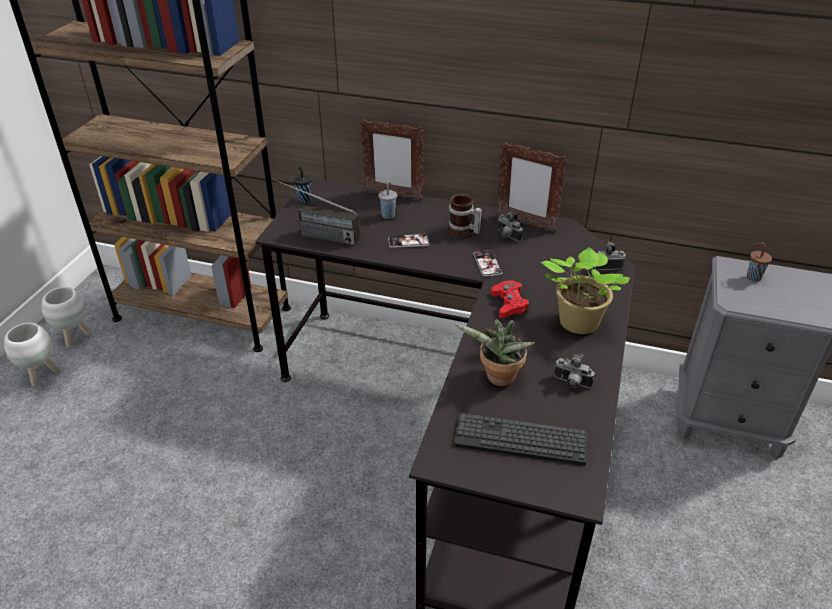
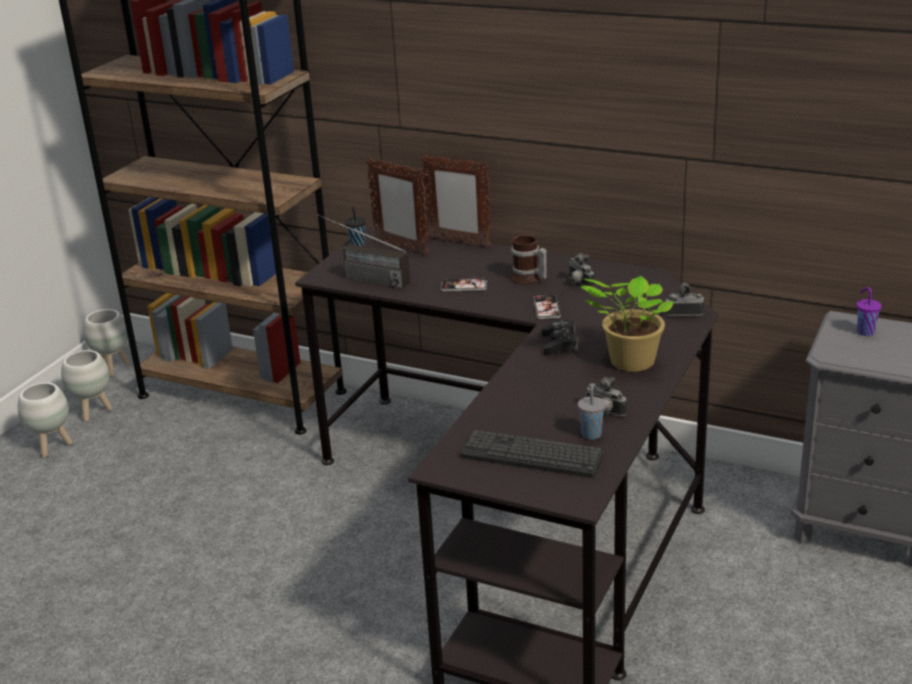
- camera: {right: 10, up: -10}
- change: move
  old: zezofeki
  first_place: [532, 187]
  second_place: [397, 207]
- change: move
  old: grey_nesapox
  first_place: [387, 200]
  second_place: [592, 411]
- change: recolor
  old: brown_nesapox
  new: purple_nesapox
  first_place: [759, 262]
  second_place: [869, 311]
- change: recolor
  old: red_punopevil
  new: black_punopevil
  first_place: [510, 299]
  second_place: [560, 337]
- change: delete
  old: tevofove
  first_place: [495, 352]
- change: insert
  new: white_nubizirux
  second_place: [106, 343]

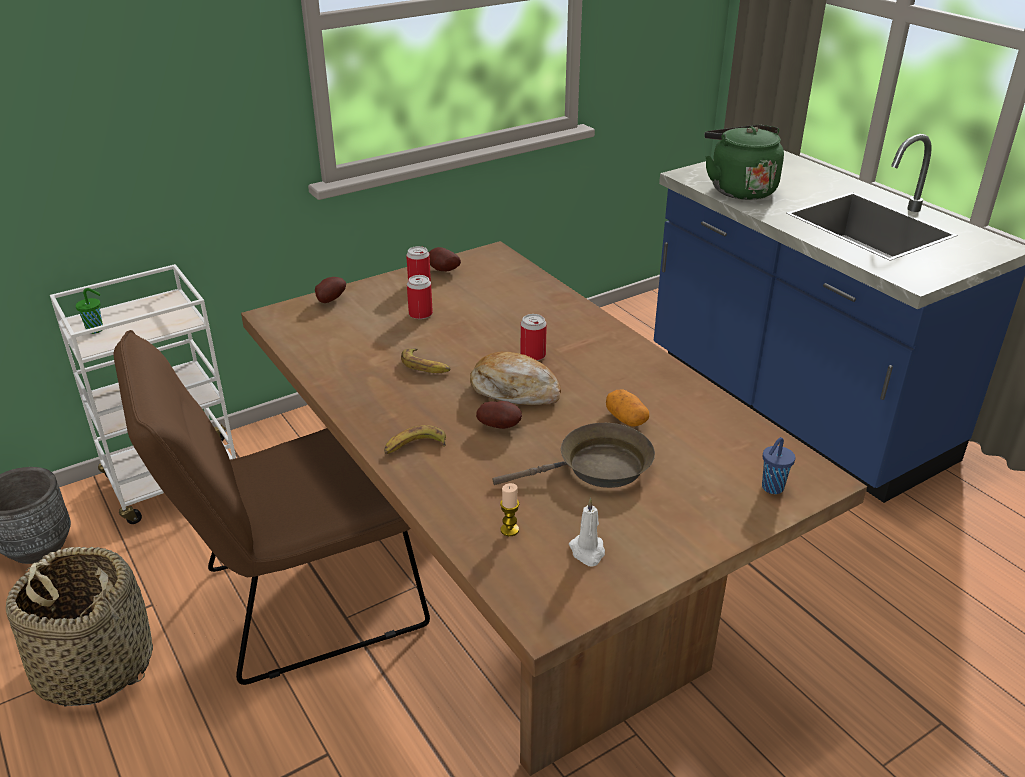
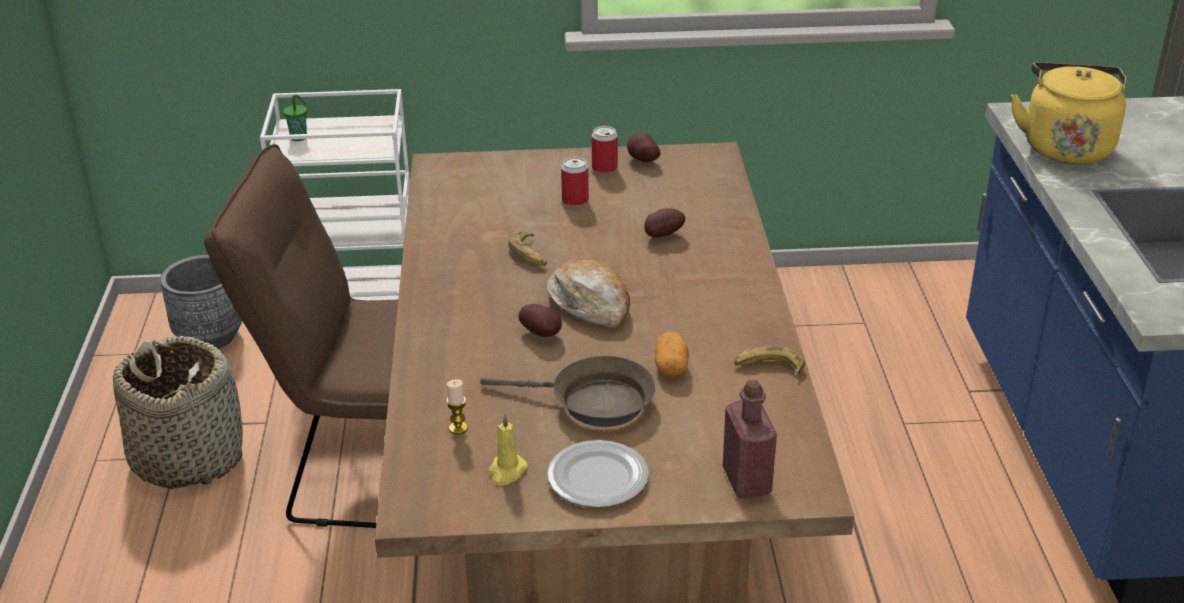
- camera: {right: 30, up: 0}
- change: recolor
  old: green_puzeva
  new: yellow_puzeva
  first_place: [744, 162]
  second_place: [1068, 113]
- change: move
  old: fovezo
  first_place: [330, 290]
  second_place: [665, 222]
- change: delete
  old: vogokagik
  first_place: [533, 337]
- change: move
  old: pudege
  first_place: [415, 439]
  second_place: [769, 360]
- change: replace
  old: blue_nesapox
  new: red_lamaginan
  first_place: [778, 465]
  second_place: [750, 439]
- change: recolor
  old: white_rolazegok
  new: yellow_rolazegok
  first_place: [587, 532]
  second_place: [508, 450]
- change: insert
  new: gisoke
  second_place: [598, 474]

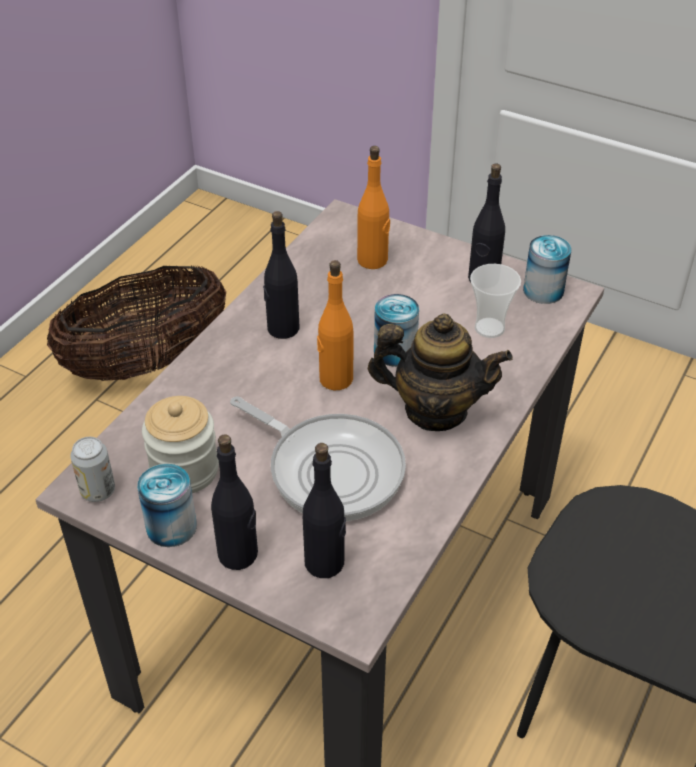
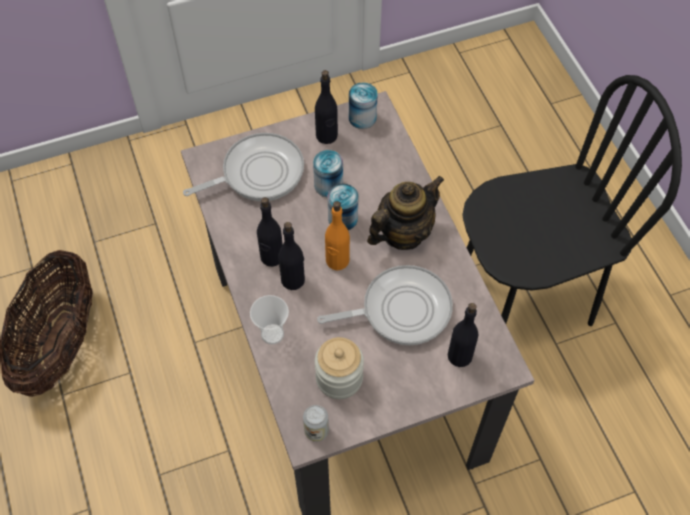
- camera: {right: -50, up: 15}
- change: replace
  old: orange_lamaginan
  new: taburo
  first_place: [373, 207]
  second_place: [243, 167]
- change: move
  old: nesapox
  first_place: [495, 301]
  second_place: [269, 320]
- change: move
  old: black_lamaginan
  first_place: [234, 502]
  second_place: [292, 256]
- change: move
  old: vogokagik
  first_place: [167, 505]
  second_place: [328, 173]

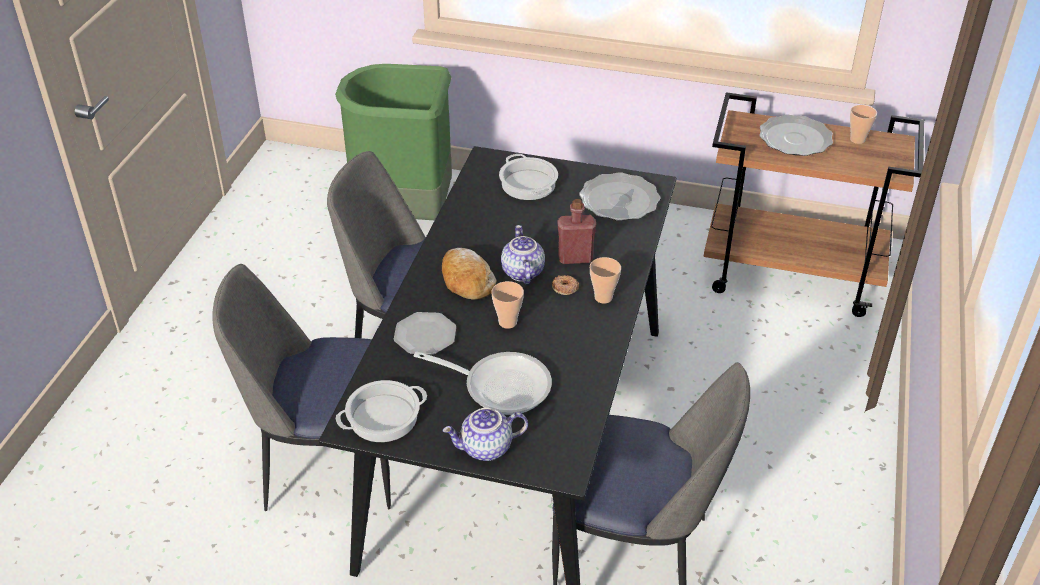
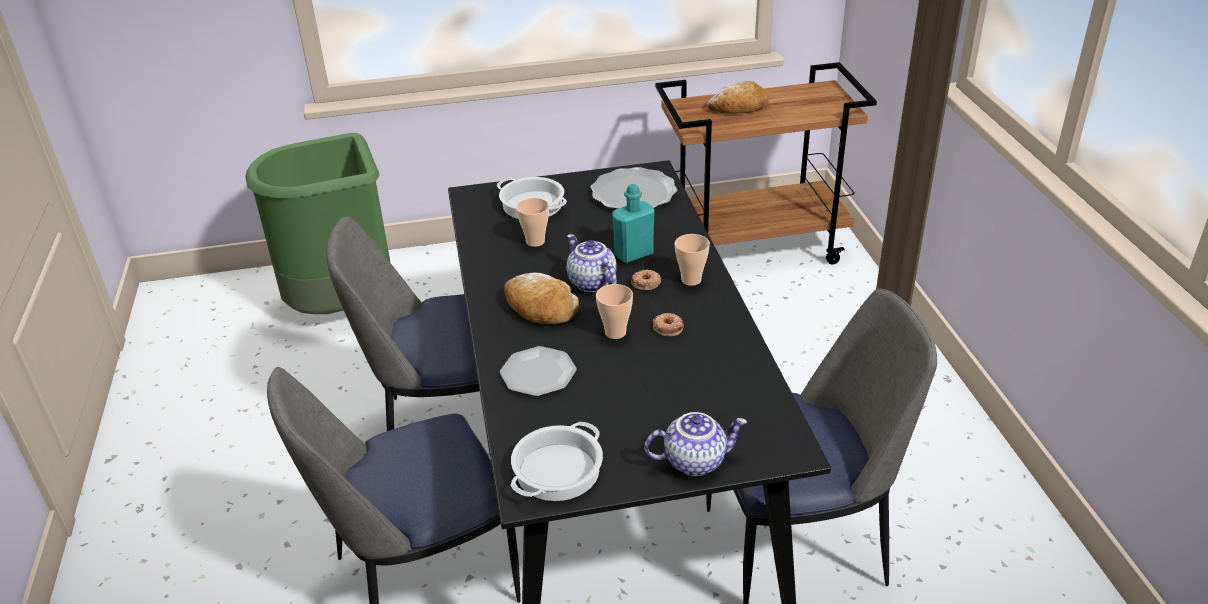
- camera: {right: -25, up: -5}
- change: move
  old: nesapox
  first_place: [863, 124]
  second_place: [532, 222]
- change: replace
  old: gisoke
  new: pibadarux
  first_place: [796, 135]
  second_place: [738, 97]
- change: recolor
  old: red_lamaginan
  new: turquoise_lamaginan
  first_place: [576, 231]
  second_place: [633, 223]
- change: delete
  old: taburo
  first_place: [483, 383]
- change: rotate
  old: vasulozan
  first_place: [485, 434]
  second_place: [695, 444]
  degrees: -150
- change: insert
  new: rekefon
  second_place: [668, 324]

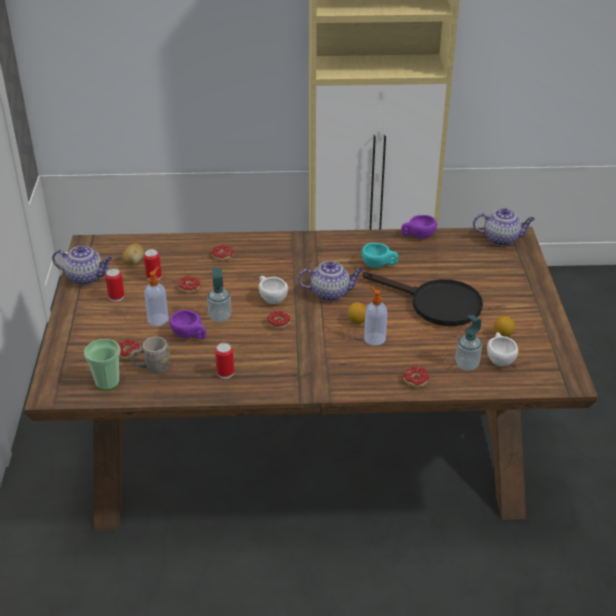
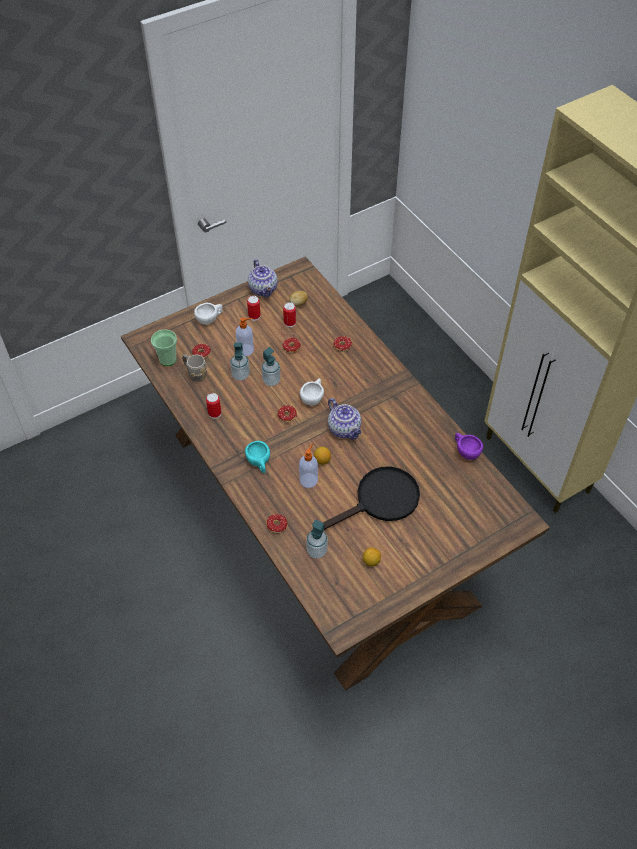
- camera: {right: 60, up: 15}
- change: delete
  old: vasulozan
  first_place: [504, 227]
- change: move
  old: turquoise_nesapox
  first_place: [380, 255]
  second_place: [257, 457]
- change: rotate
  old: black_taburo
  first_place: [423, 299]
  second_place: [371, 498]
  degrees: -120
- change: replace
  old: purple_nesapox
  new: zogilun
  first_place: [188, 324]
  second_place: [240, 362]
- change: move
  old: white_nesapox
  first_place: [502, 349]
  second_place: [208, 314]

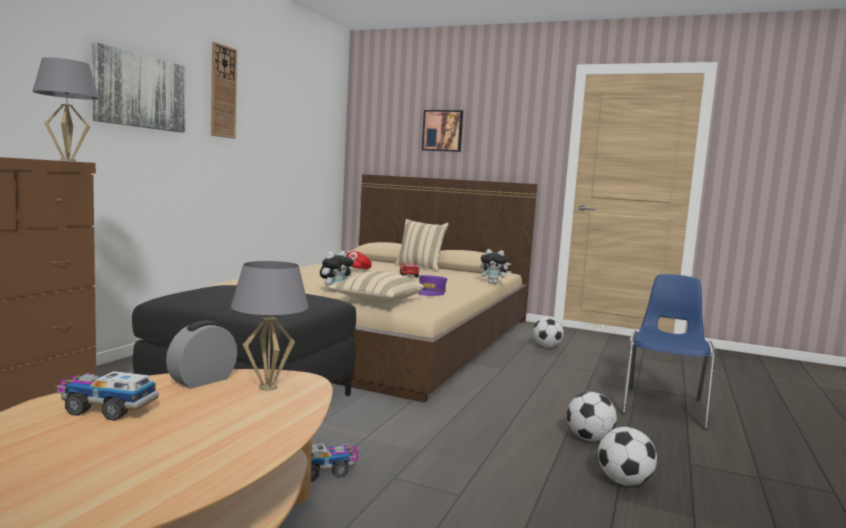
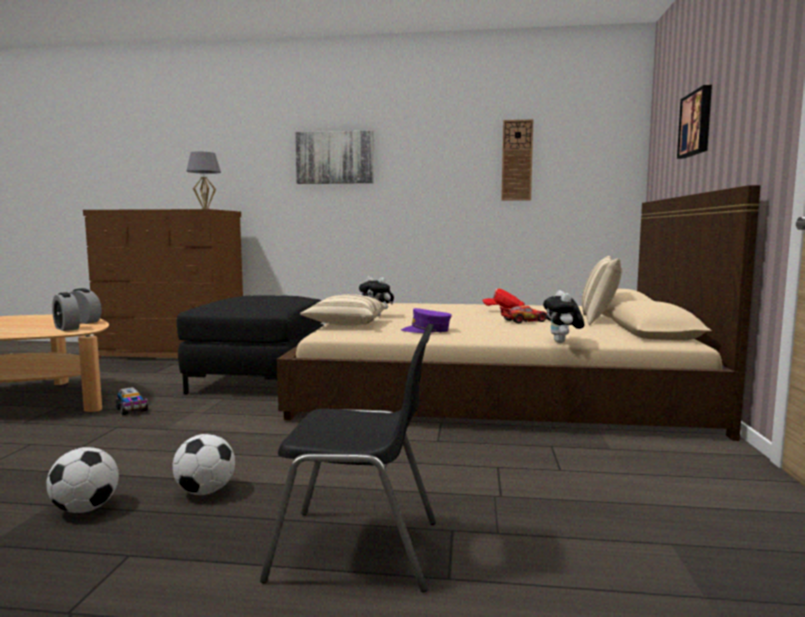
- camera: {right: 75, up: 0}
- change: move
  old: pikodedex
  first_place: [224, 90]
  second_place: [517, 160]
- change: replace
  old: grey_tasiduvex
  new: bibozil
  first_place: [270, 326]
  second_place: [66, 311]
- change: recolor
  old: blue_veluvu
  new: black_veluvu
  first_place: [668, 352]
  second_place: [348, 458]
- change: delete
  old: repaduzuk
  first_place: [548, 332]
- change: delete
  old: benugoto
  first_place: [108, 396]

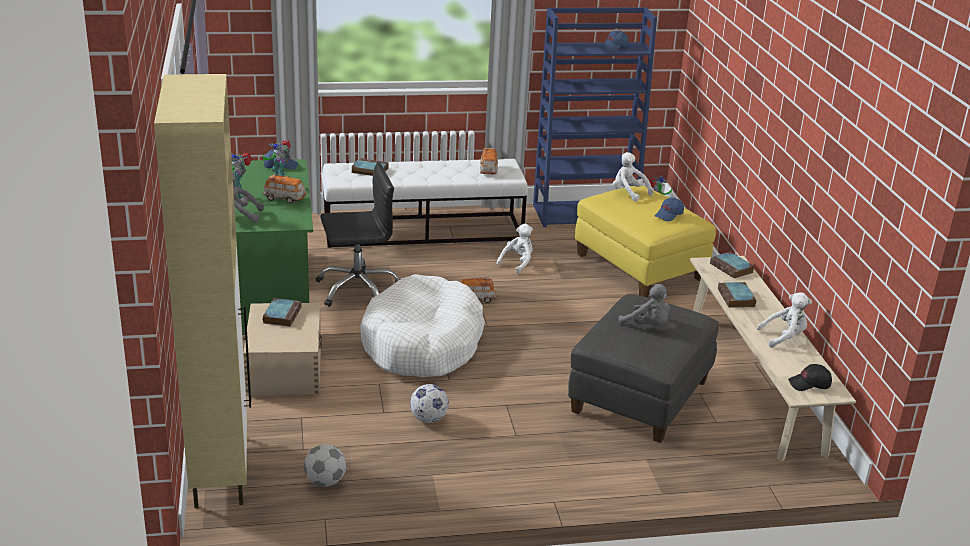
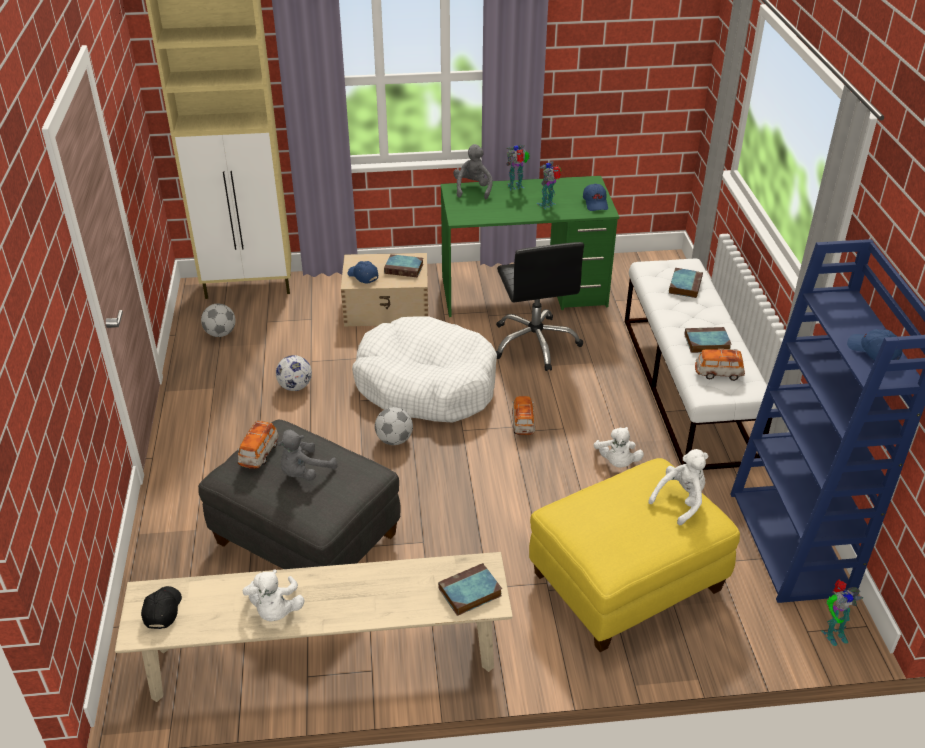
- camera: {right: 95, up: 10}
- change: move
  old: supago
  first_place: [284, 189]
  second_place: [258, 444]
- change: move
  old: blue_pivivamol
  first_place: [669, 210]
  second_place: [363, 272]
- change: rotate
  old: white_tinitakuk
  first_place: [515, 249]
  second_place: [619, 447]
  degrees: 45
- change: move
  old: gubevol
  first_place: [737, 295]
  second_place: [708, 340]
- change: insert
  new: repaduzuk
  second_place: [394, 426]

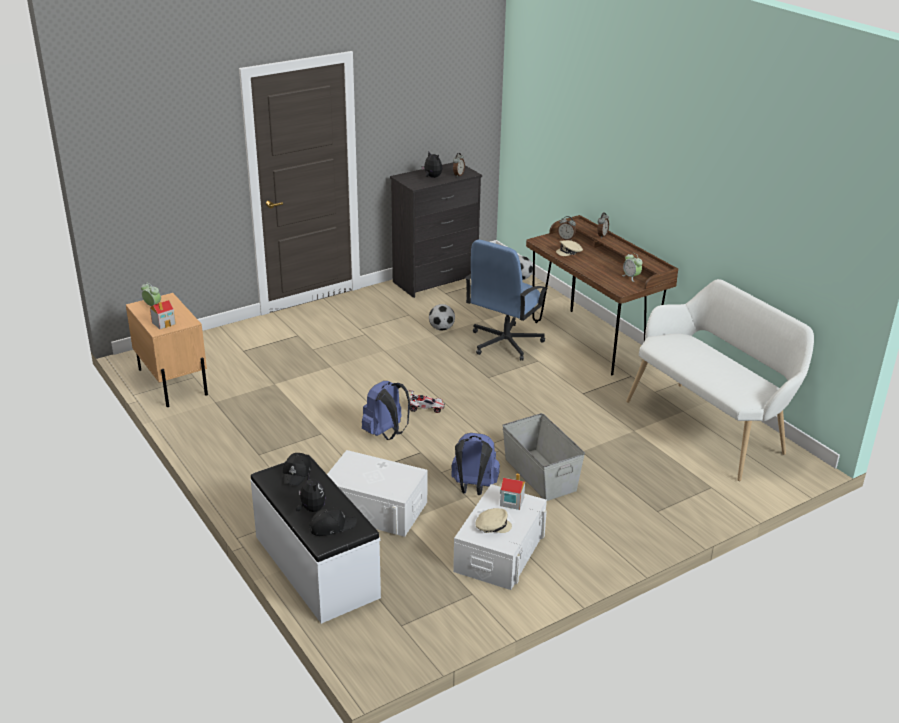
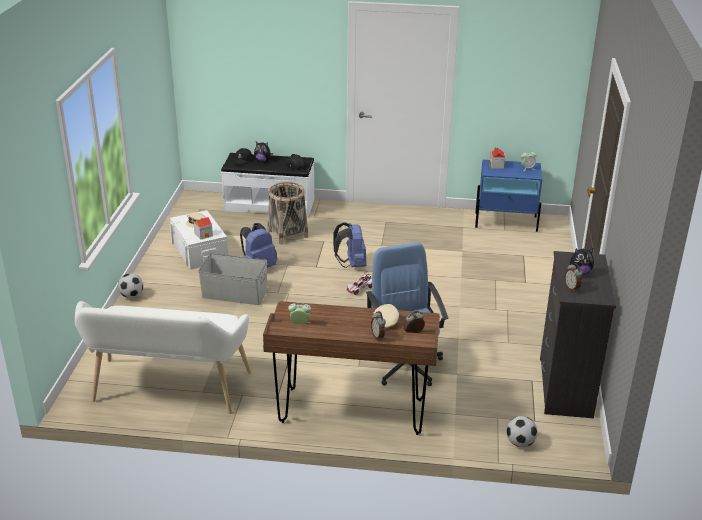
- camera: {right: 130, up: 0}
- change: recolor
  old: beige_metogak
  new: blue_metogak
  first_place: [167, 350]
  second_place: [508, 196]
- change: move
  old: repaduzuk
  first_place: [442, 317]
  second_place: [130, 285]
- change: replace
  old: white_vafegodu
  new: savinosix
  first_place: [377, 493]
  second_place: [288, 213]

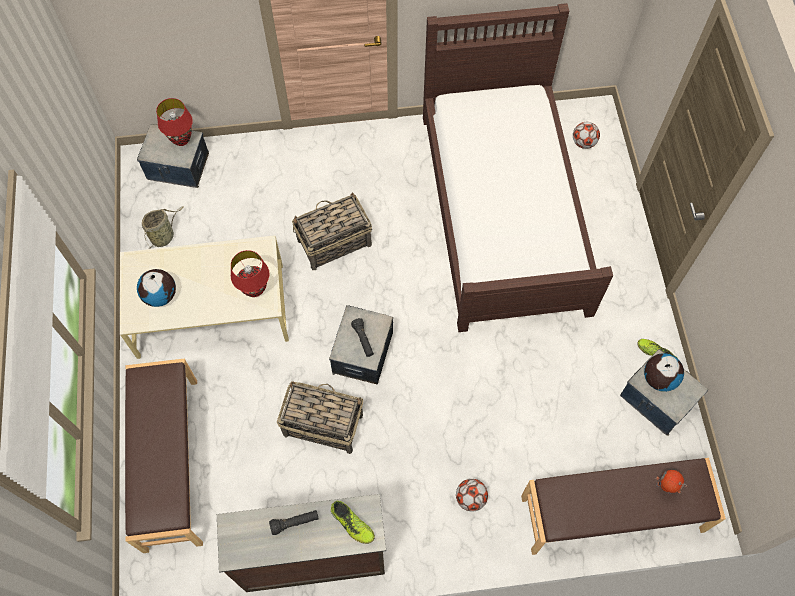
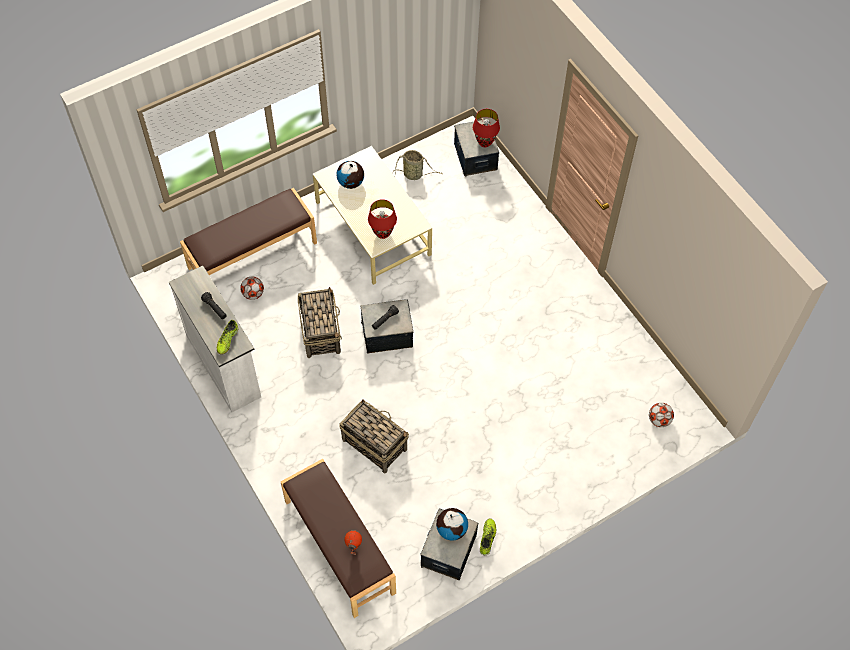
- camera: {right: 65, up: -5}
- change: delete
  old: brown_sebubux
  first_place: [518, 167]
- change: move
  old: savinosix
  first_place: [332, 231]
  second_place: [374, 436]
- change: move
  old: repaduzuk
  first_place: [472, 495]
  second_place: [252, 288]
- change: recolor
  old: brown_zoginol
  new: white_zoginol
  first_place: [301, 543]
  second_place: [215, 339]

